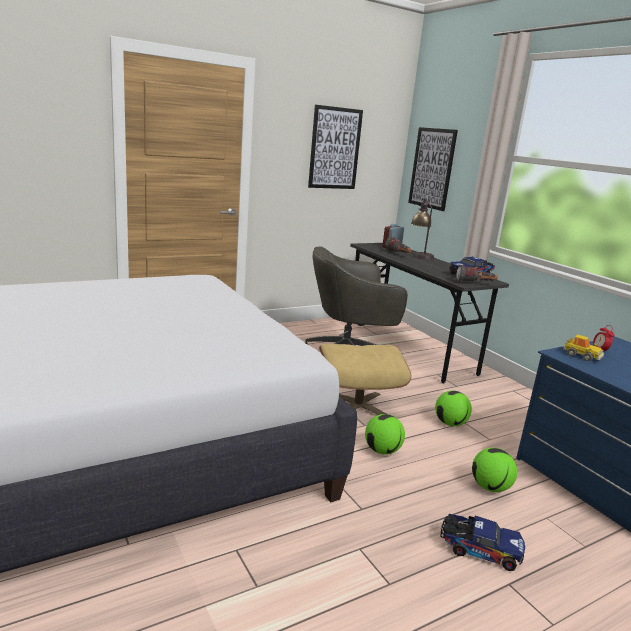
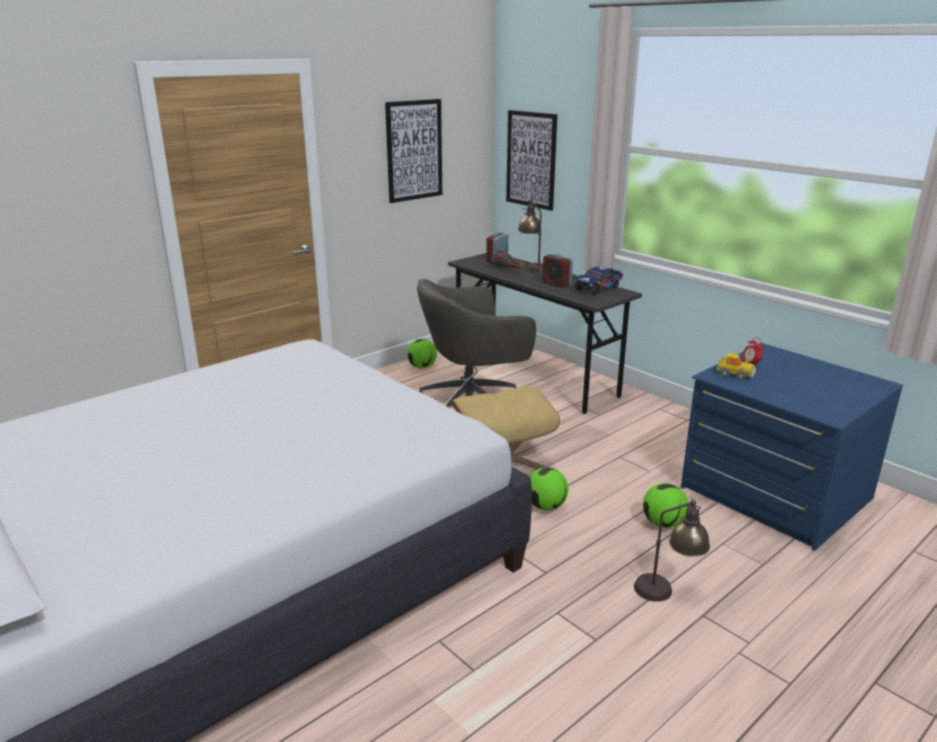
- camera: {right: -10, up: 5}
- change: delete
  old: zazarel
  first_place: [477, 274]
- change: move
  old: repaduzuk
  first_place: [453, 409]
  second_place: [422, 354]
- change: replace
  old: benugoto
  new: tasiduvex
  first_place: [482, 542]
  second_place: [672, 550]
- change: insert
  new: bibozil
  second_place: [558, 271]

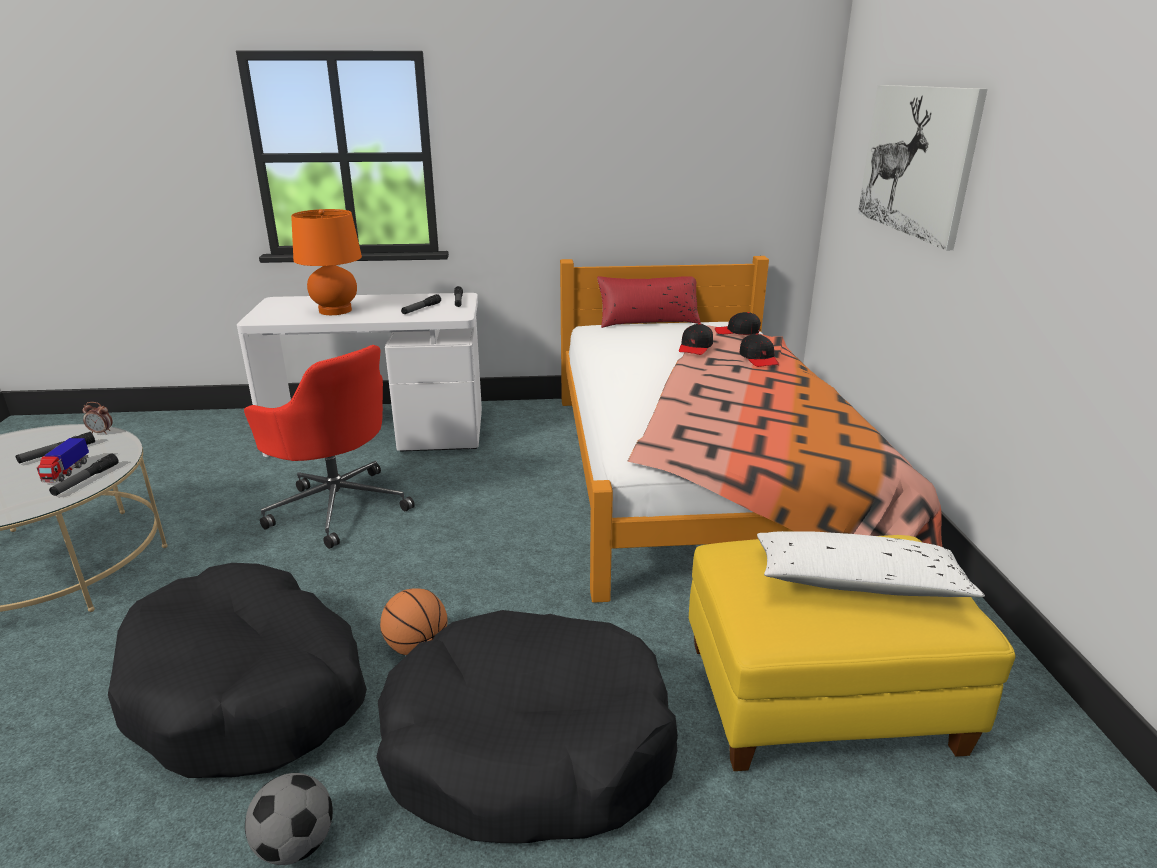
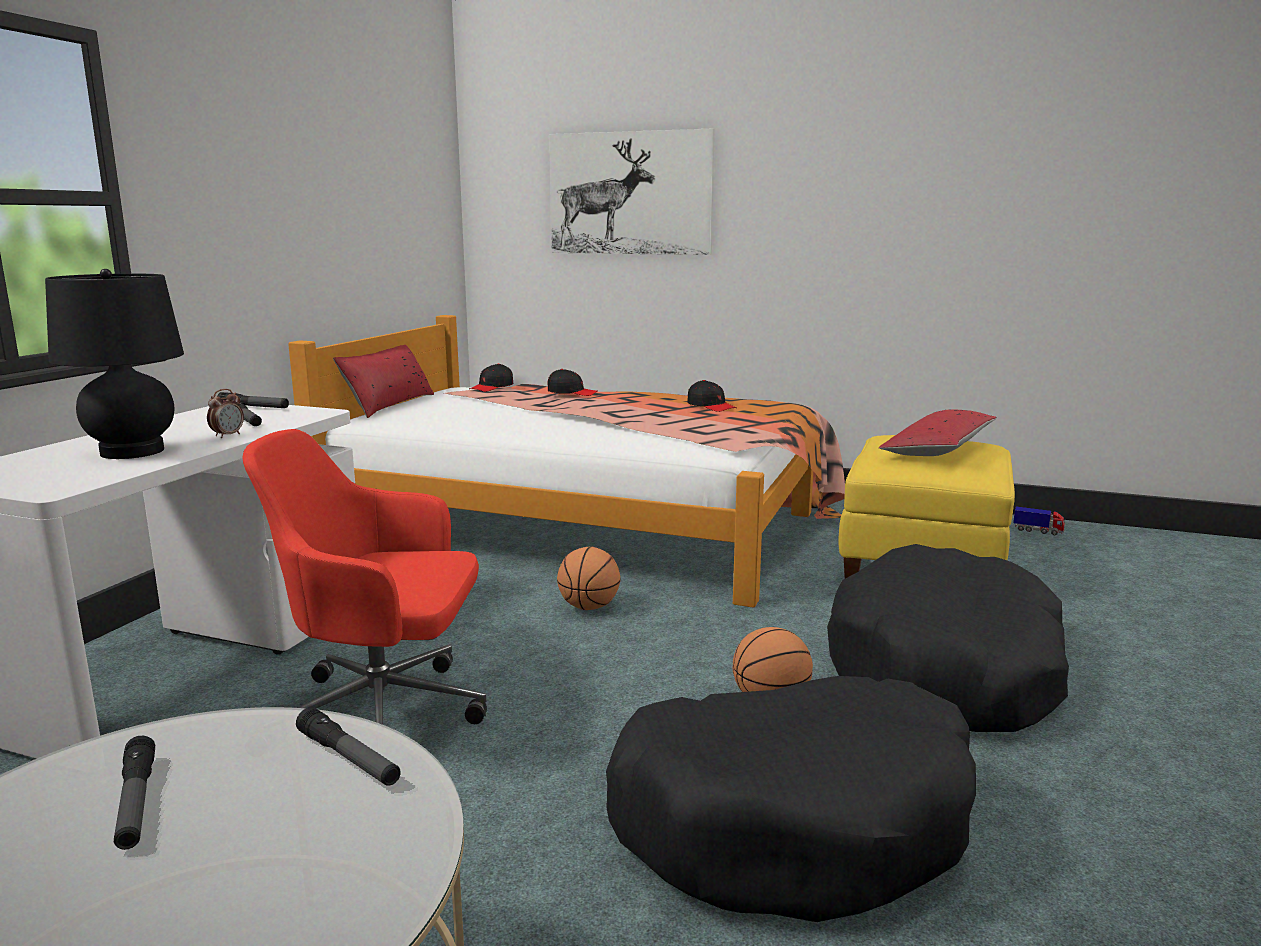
- camera: {right: -65, up: -10}
- change: recolor
  old: orange_tasiduvex
  new: black_tasiduvex
  first_place: [326, 262]
  second_place: [114, 364]
- change: move
  old: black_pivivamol
  first_place: [696, 339]
  second_place: [711, 396]
- change: rotate
  old: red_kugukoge
  first_place: [329, 447]
  second_place: [365, 577]
  degrees: -150
- change: move
  old: bibozil
  first_place: [97, 418]
  second_place: [225, 413]
- change: move
  old: benugoto
  first_place: [63, 460]
  second_place: [1039, 520]
- change: recolor
  old: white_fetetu
  new: red_fetetu
  first_place: [871, 564]
  second_place: [938, 433]
- change: delete
  old: repaduzuk
  first_place: [289, 819]
- change: insert
  new: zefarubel
  second_place: [589, 578]

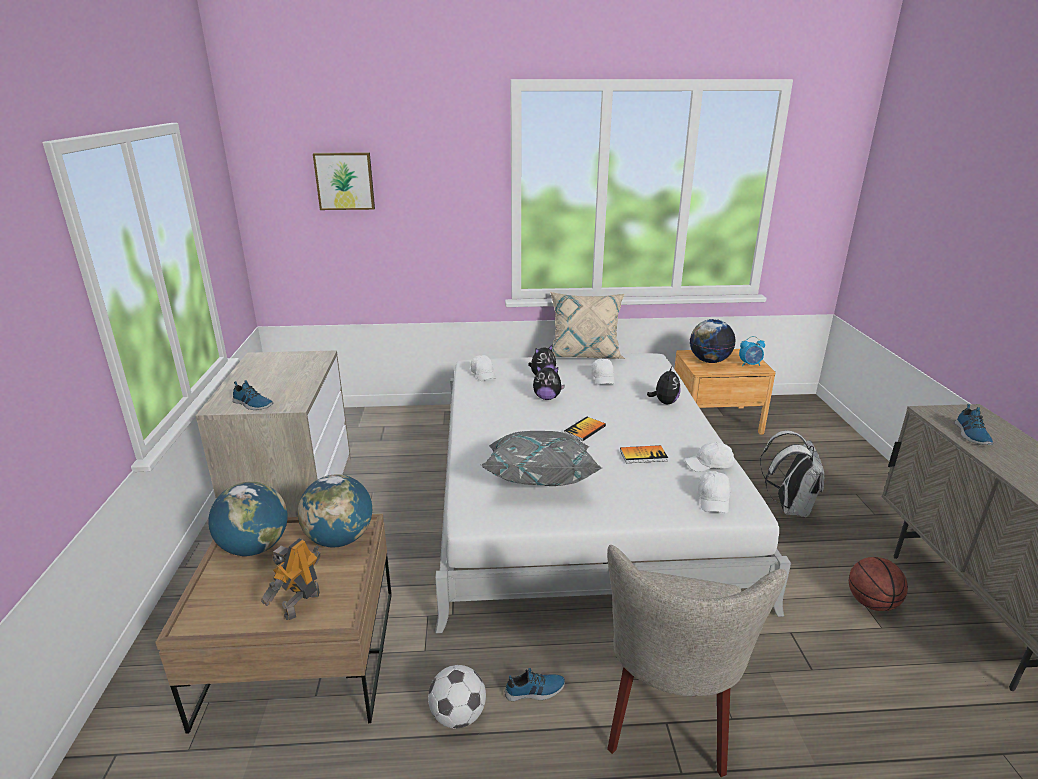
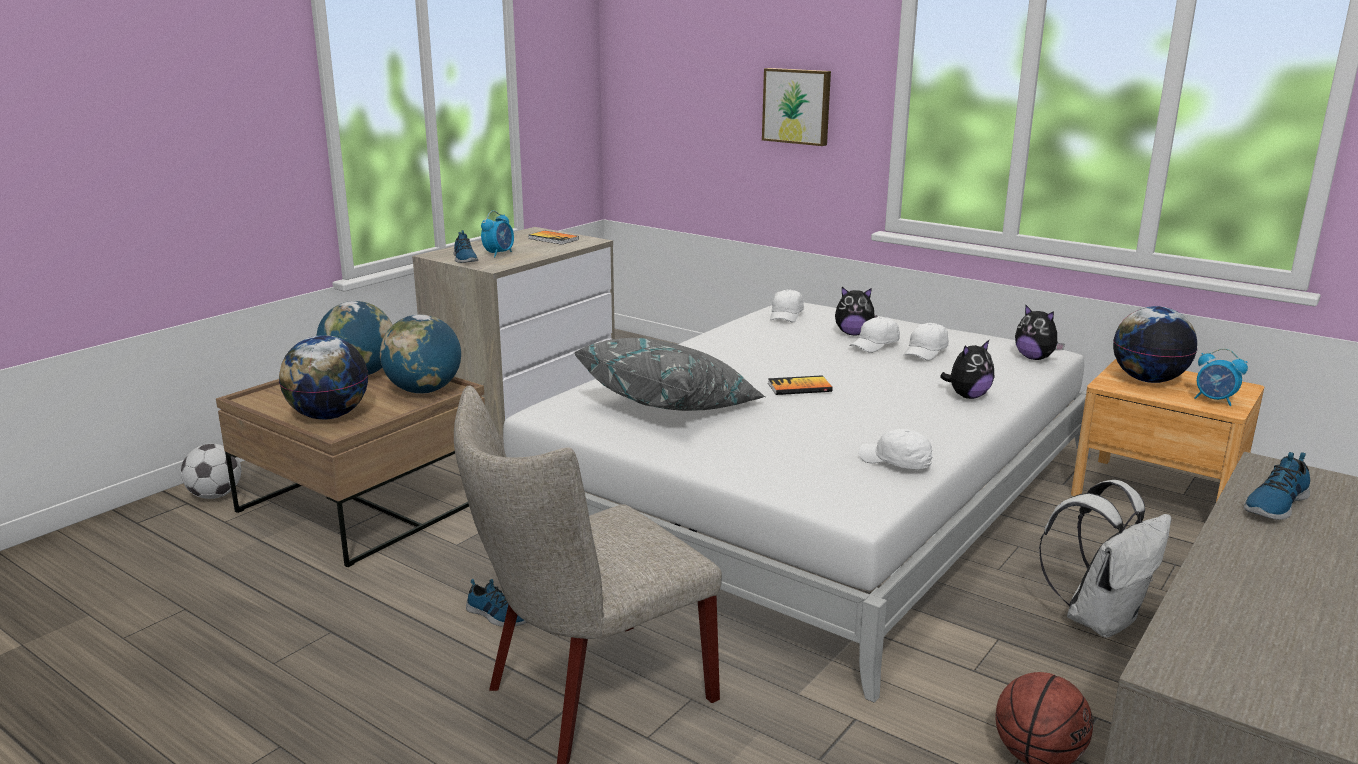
- camera: {right: 40, up: -5}
- change: move
  old: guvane
  first_place: [344, 181]
  second_place: [796, 107]
- change: delete
  old: beige_fetetu
  first_place: [588, 325]
- change: move
  old: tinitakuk
  first_place: [549, 383]
  second_place: [1040, 332]
- change: move
  old: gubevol
  first_place: [644, 454]
  second_place: [553, 238]
- change: move
  old: white_pivivamol
  first_place: [714, 492]
  second_place: [874, 335]
- change: replace
  old: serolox
  new: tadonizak
  first_place: [290, 579]
  second_place: [323, 377]
- change: move
  old: repaduzuk
  first_place: [457, 697]
  second_place: [211, 471]
- change: insert
  new: bibozil
  second_place: [497, 234]

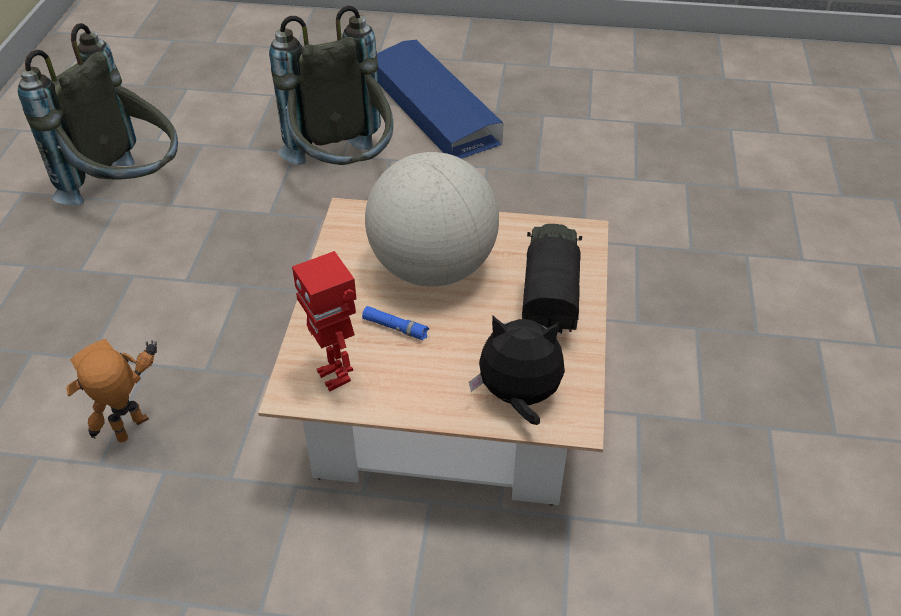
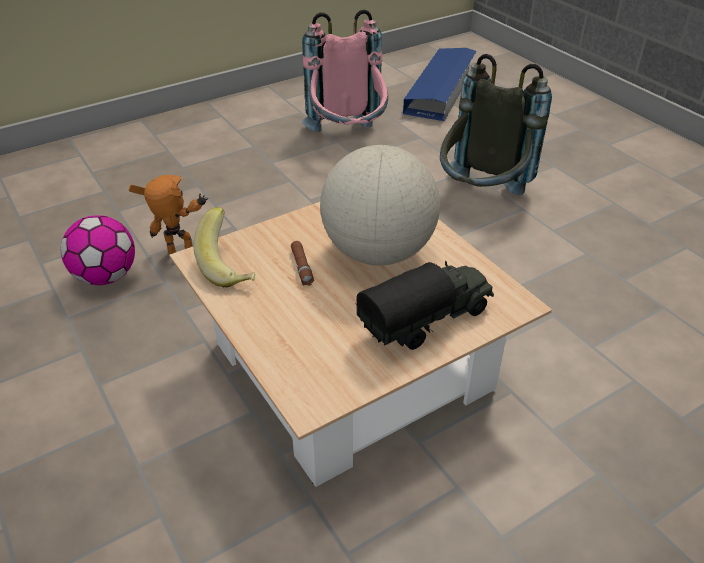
- camera: {right: 50, up: -5}
- change: recolor
  old: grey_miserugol
  new: pink_miserugol
  first_place: [98, 114]
  second_place: [345, 71]
- change: move
  old: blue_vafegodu
  first_place: [440, 99]
  second_place: [439, 84]
- change: replace
  old: serolox
  new: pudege
  first_place: [324, 321]
  second_place: [224, 247]
- change: recolor
  old: blue_zazarel
  new: brown_zazarel
  first_place: [395, 323]
  second_place: [302, 263]
- change: delete
  old: tinitakuk
  first_place: [517, 370]
- change: insert
  new: repaduzuk
  second_place: [98, 250]

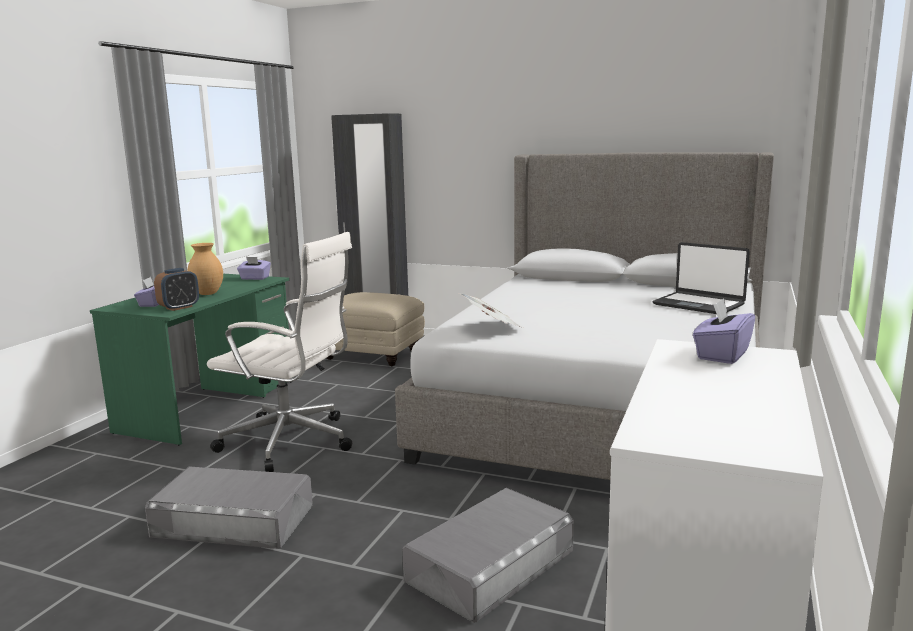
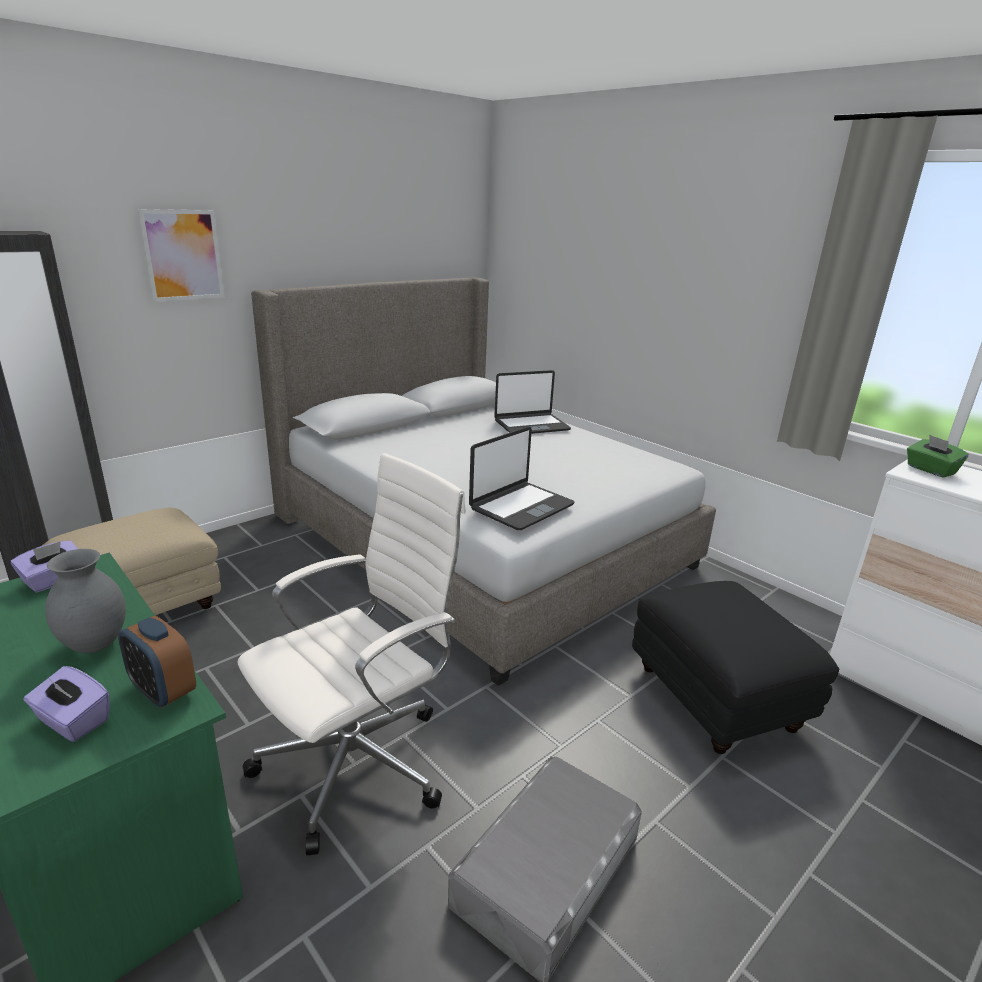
- camera: {right: -65, up: 10}
- change: recolor
  old: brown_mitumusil
  new: grey_mitumusil
  first_place: [205, 269]
  second_place: [85, 601]
- change: rotate
  old: bibozil
  first_place: [176, 289]
  second_place: [157, 662]
  degrees: 150
- change: replace
  old: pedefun
  new: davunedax
  first_place: [490, 310]
  second_place: [522, 478]
- change: recolor
  old: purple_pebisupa
  new: green_pebisupa
  first_place: [724, 331]
  second_place: [938, 456]
- change: replace
  old: grey_vafegodu
  new: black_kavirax
  first_place: [488, 555]
  second_place: [736, 667]
- change: insert
  new: guvane
  second_place: [181, 255]

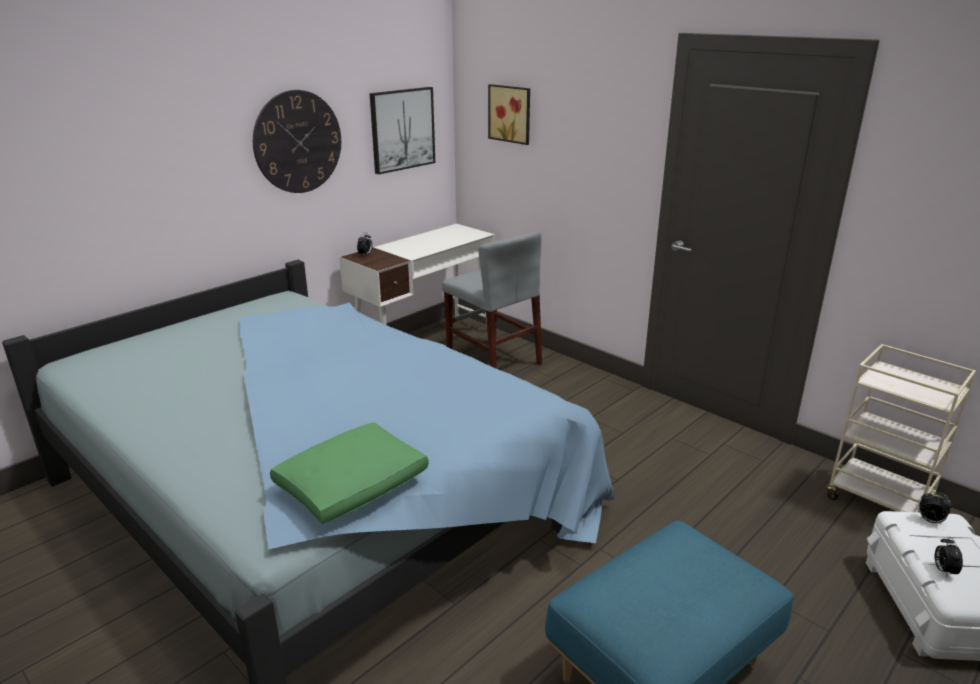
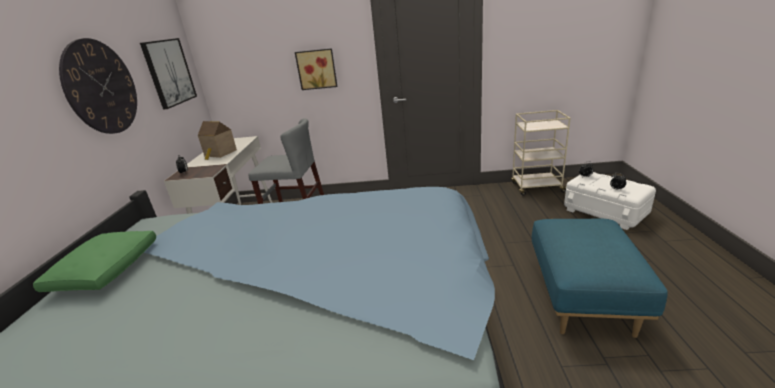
- camera: {right: -40, up: 0}
- change: move
  old: guvane
  first_place: [509, 114]
  second_place: [316, 69]
- change: move
  old: green_fetetu
  first_place: [349, 473]
  second_place: [94, 261]
- change: insert
  new: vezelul
  second_place: [217, 140]

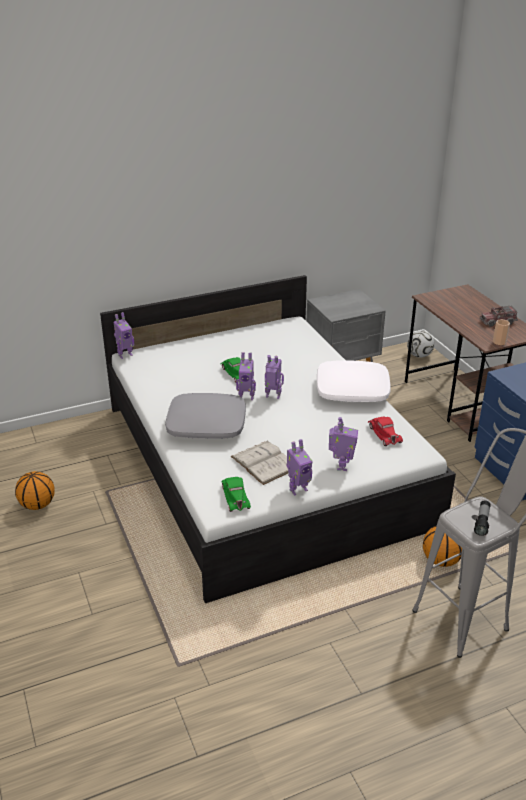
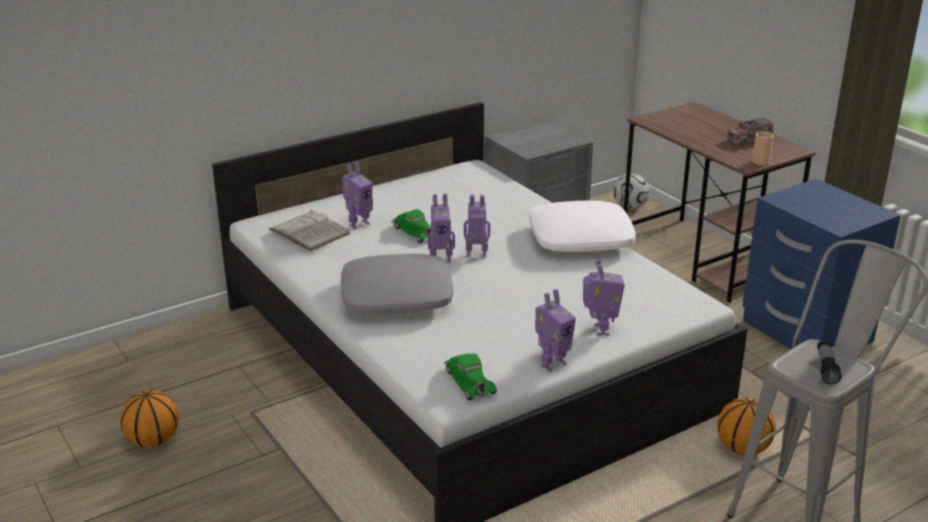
- camera: {right: -10, up: -5}
- change: move
  old: serolox
  first_place: [124, 335]
  second_place: [357, 195]
- change: delete
  old: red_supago
  first_place: [385, 431]
- change: move
  old: white_gubevol
  first_place: [259, 463]
  second_place: [310, 230]

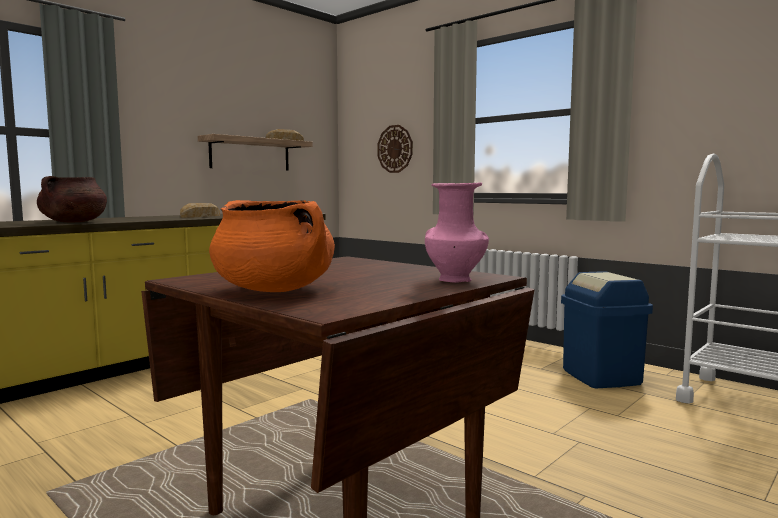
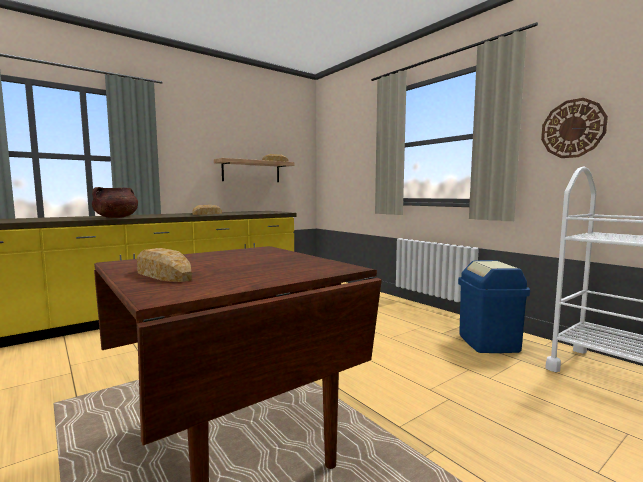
- camera: {right: 10, up: 0}
- change: move
  old: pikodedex
  first_place: [395, 149]
  second_place: [574, 128]
- change: delete
  old: pink_mitumusil
  first_place: [457, 232]
- change: replace
  old: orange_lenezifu
  new: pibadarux
  first_place: [272, 246]
  second_place: [164, 265]

